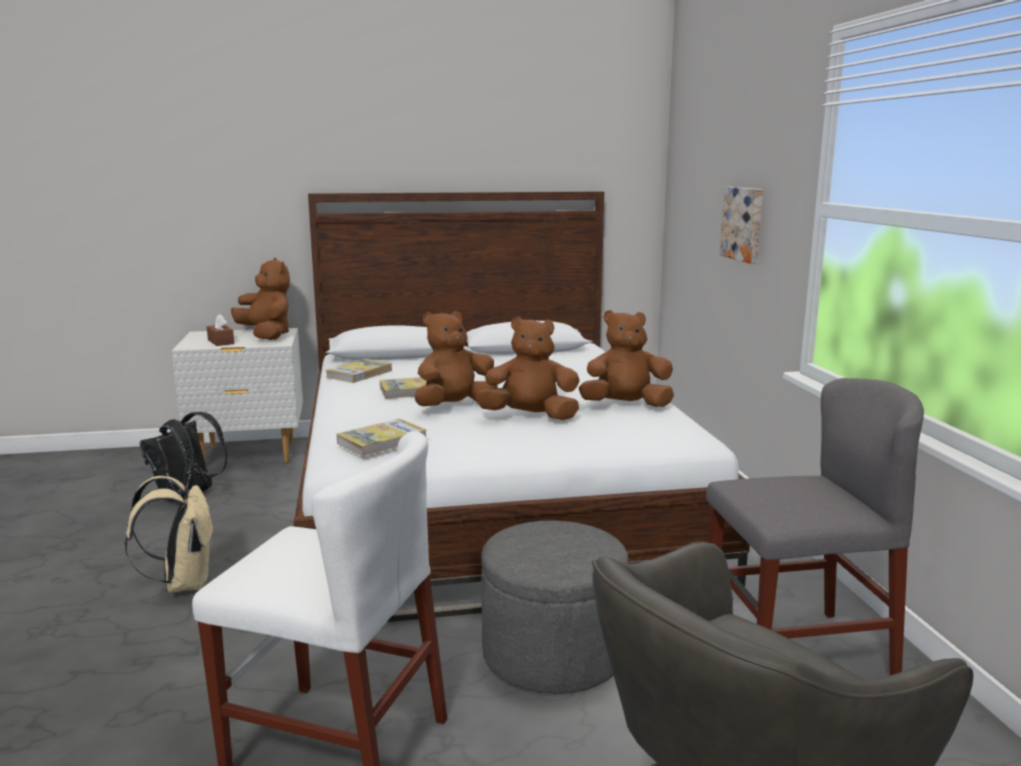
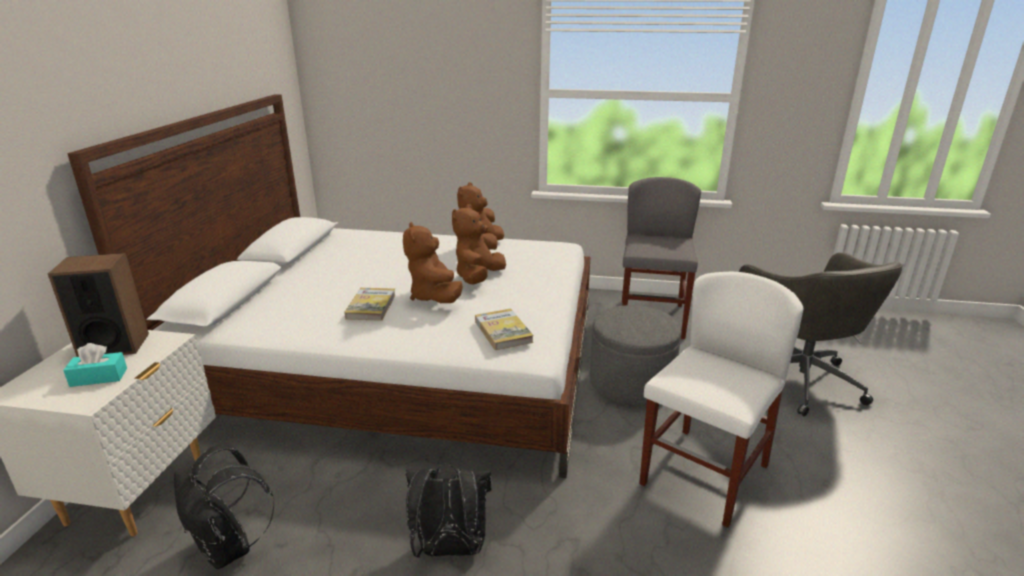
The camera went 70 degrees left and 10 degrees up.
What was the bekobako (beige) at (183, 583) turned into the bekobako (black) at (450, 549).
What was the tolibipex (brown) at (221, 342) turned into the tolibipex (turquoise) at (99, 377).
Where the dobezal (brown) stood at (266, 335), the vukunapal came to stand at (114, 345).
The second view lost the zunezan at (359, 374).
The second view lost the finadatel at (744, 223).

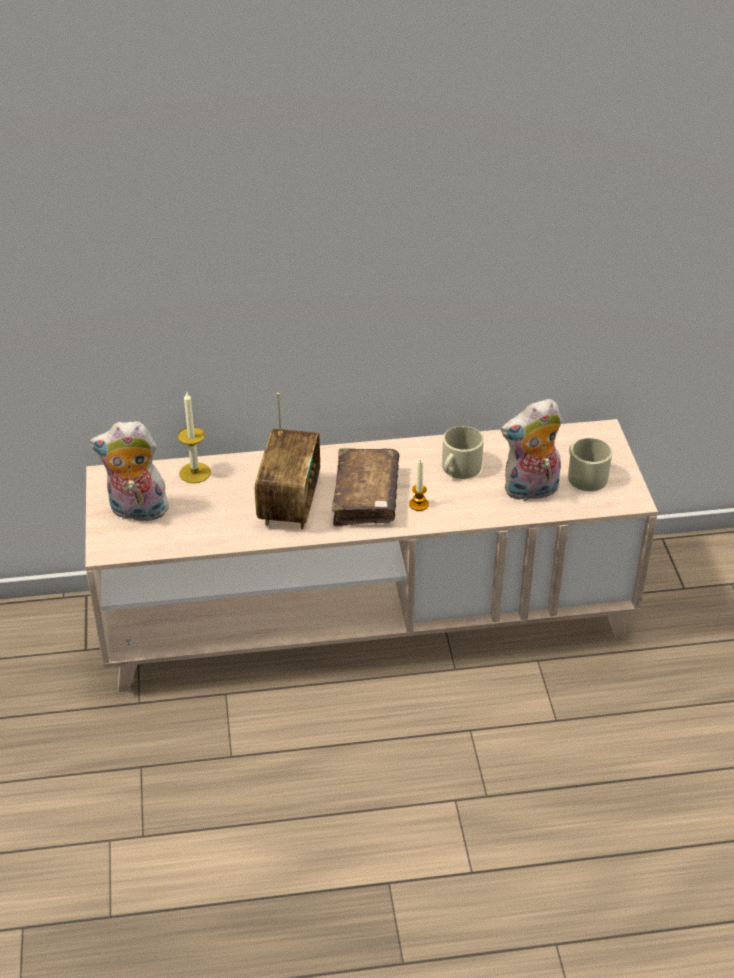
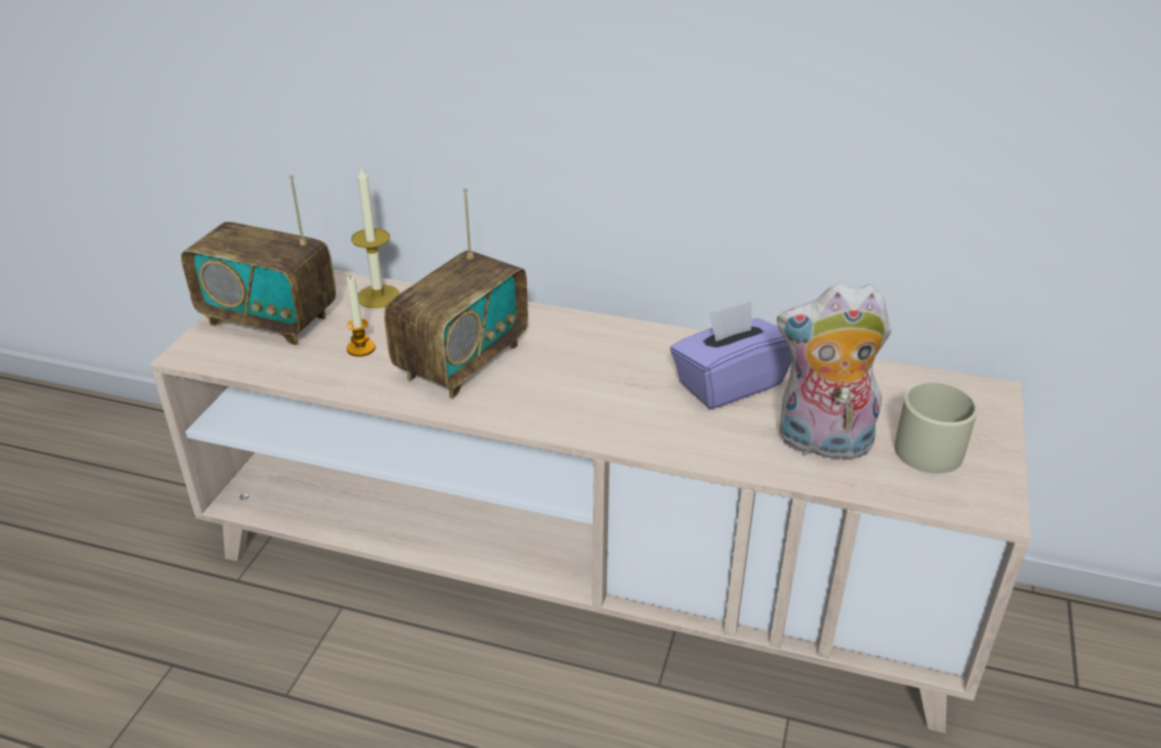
The camera went 25 degrees right and 5 degrees down.
Where the dobezal stood at (136, 512), the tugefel came to stand at (269, 320).
The second view lost the zunezan (brown) at (366, 497).
The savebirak ended up elsewhere, having gone from (418, 504) to (361, 348).
Where the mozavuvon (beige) stood at (458, 469), the tolibipex (purple) came to stand at (729, 384).

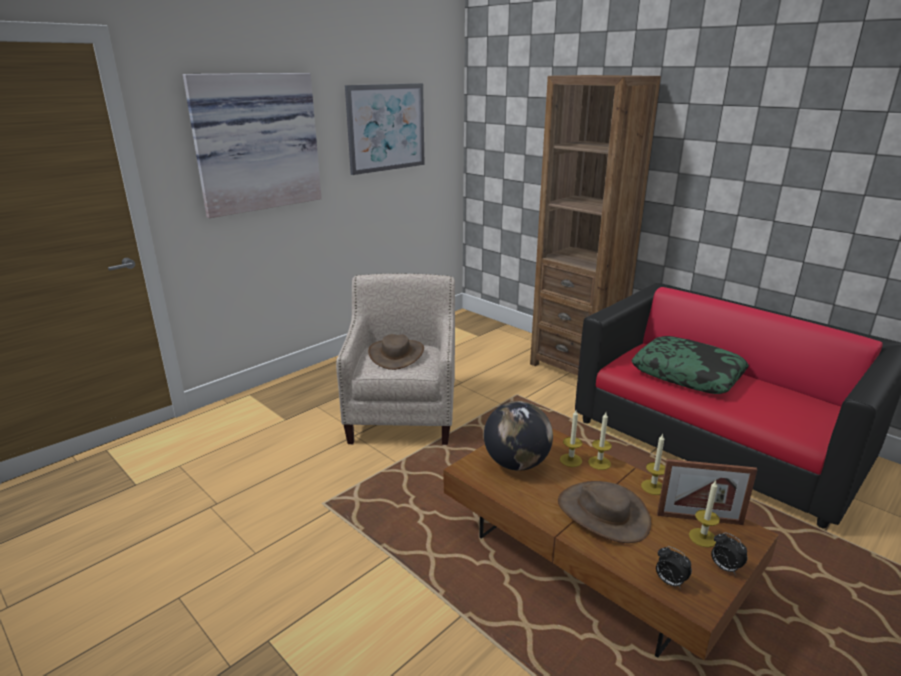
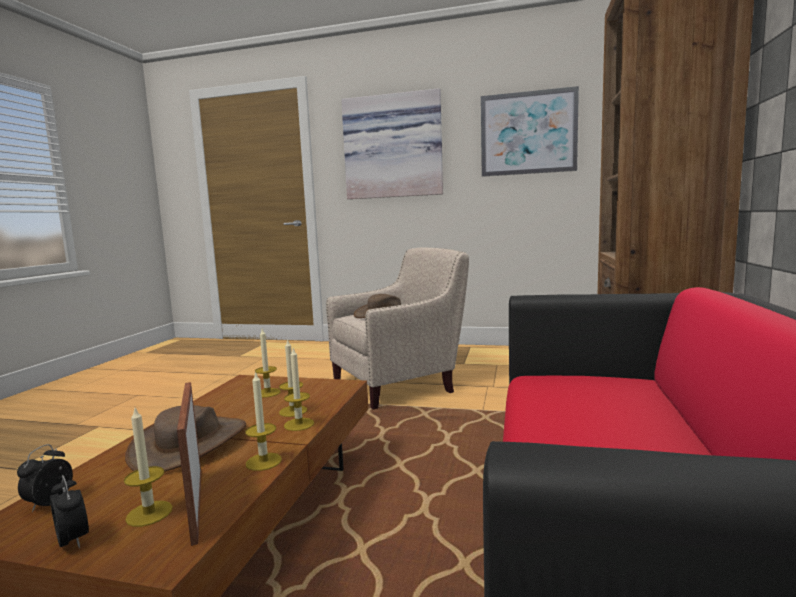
The camera went 60 degrees right and 15 degrees down.
Where the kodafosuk stood at (516, 463), the savebirak came to stand at (267, 393).
The second view lost the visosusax at (687, 374).
The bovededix at (724, 568) ended up facing another way, 120 degrees clockwise from before.

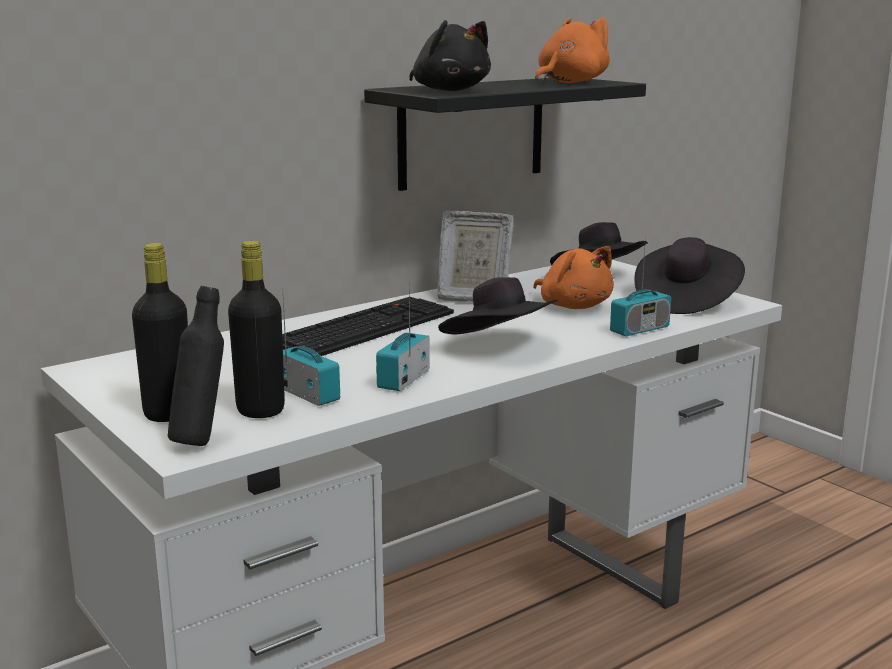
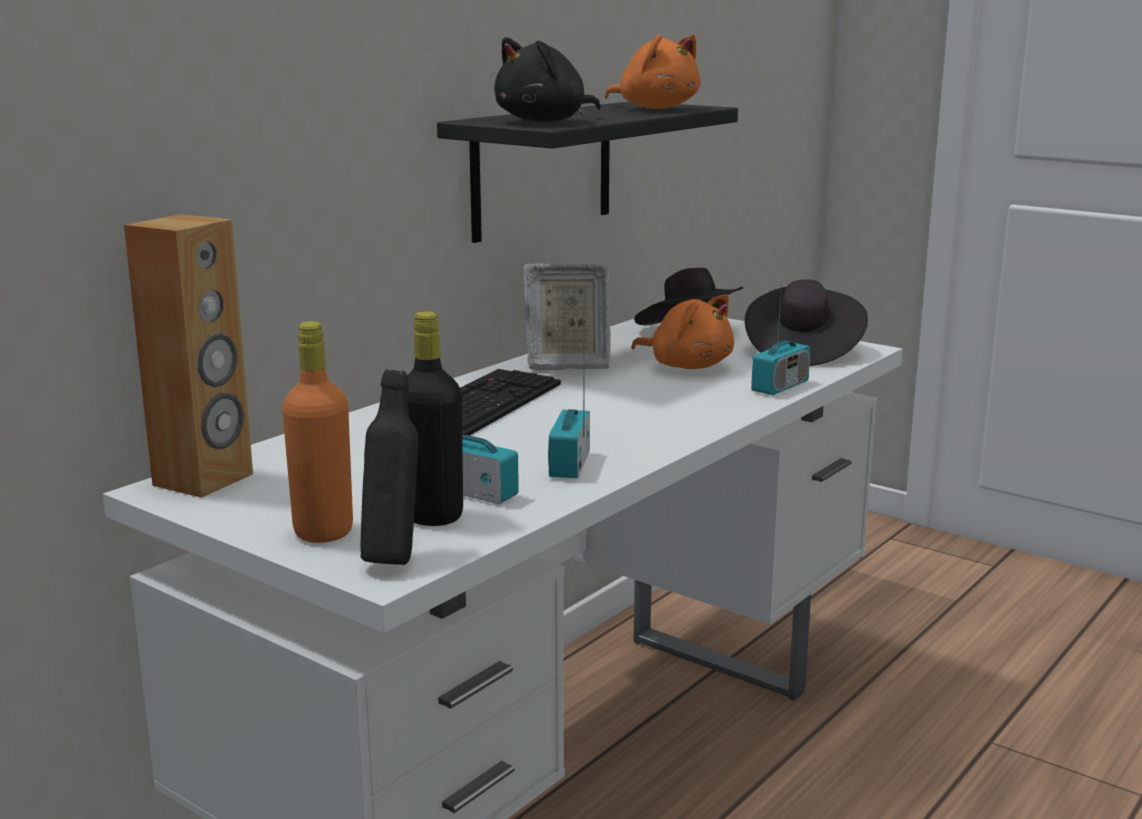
The camera went 15 degrees left and 0 degrees up.
What was the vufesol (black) at (168, 414) turned into the vufesol (orange) at (323, 532).
The dobezal (black) at (449, 90) ended up facing another way, 105 degrees clockwise from before.
The second view lost the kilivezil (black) at (499, 346).
The dobezal (orange) at (569, 82) ended up facing another way, 105 degrees clockwise from before.
The second view gained the vukunapal (brown) at (204, 480).

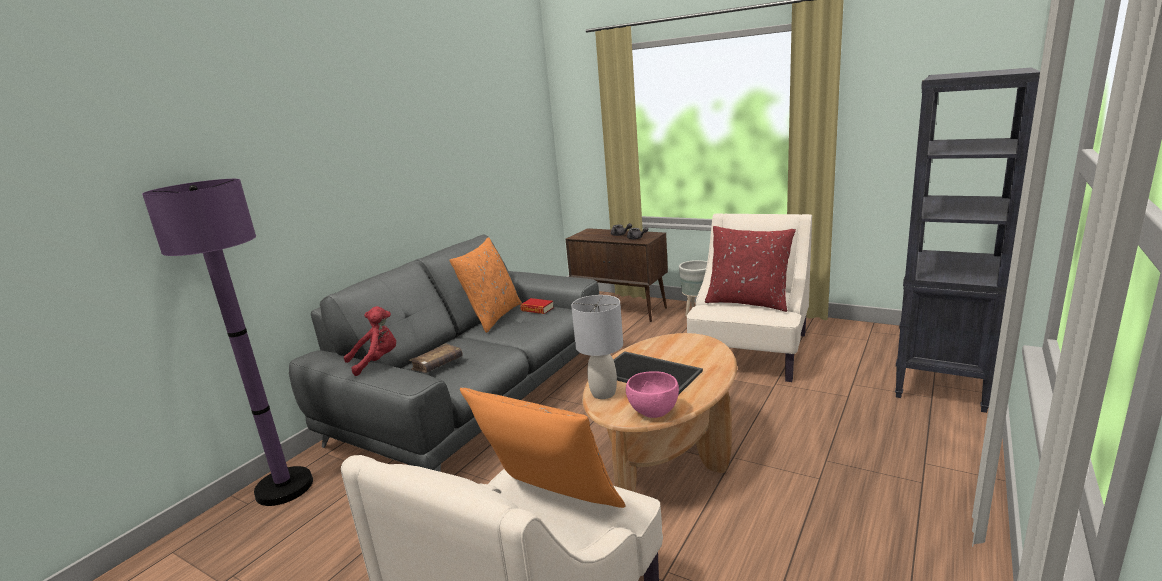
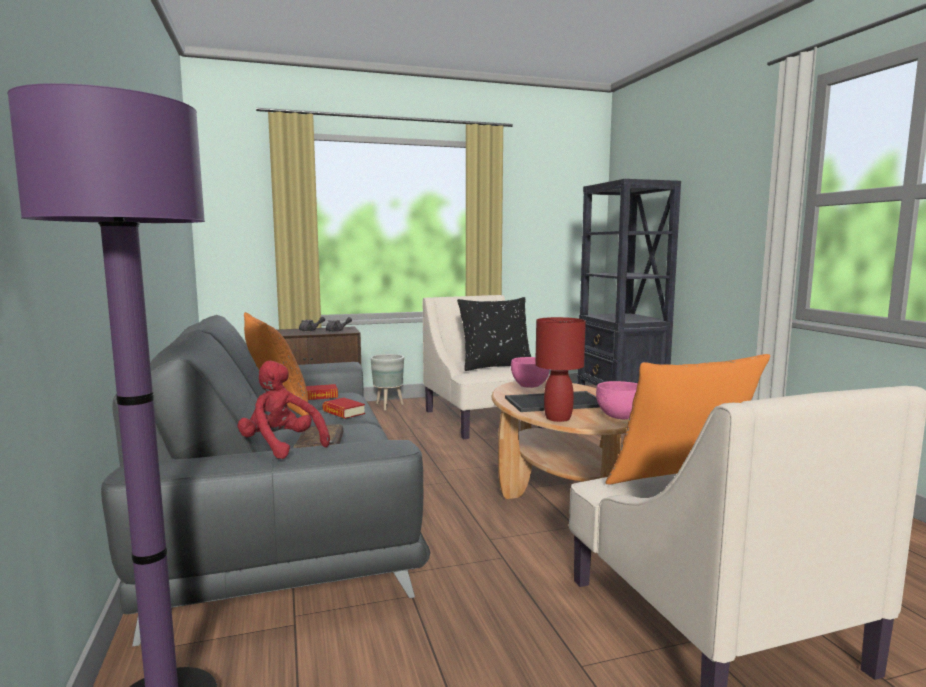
The camera went 50 degrees left and 10 degrees down.
The dobezal (red) at (376, 361) ended up facing another way, 60 degrees counterclockwise from before.
What was the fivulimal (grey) at (603, 393) turned into the fivulimal (red) at (558, 418).
What was the visosusax (red) at (748, 302) turned into the visosusax (black) at (495, 366).
The second view gained the zunezan at (343, 412).
The second view gained the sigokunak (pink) at (529, 386).

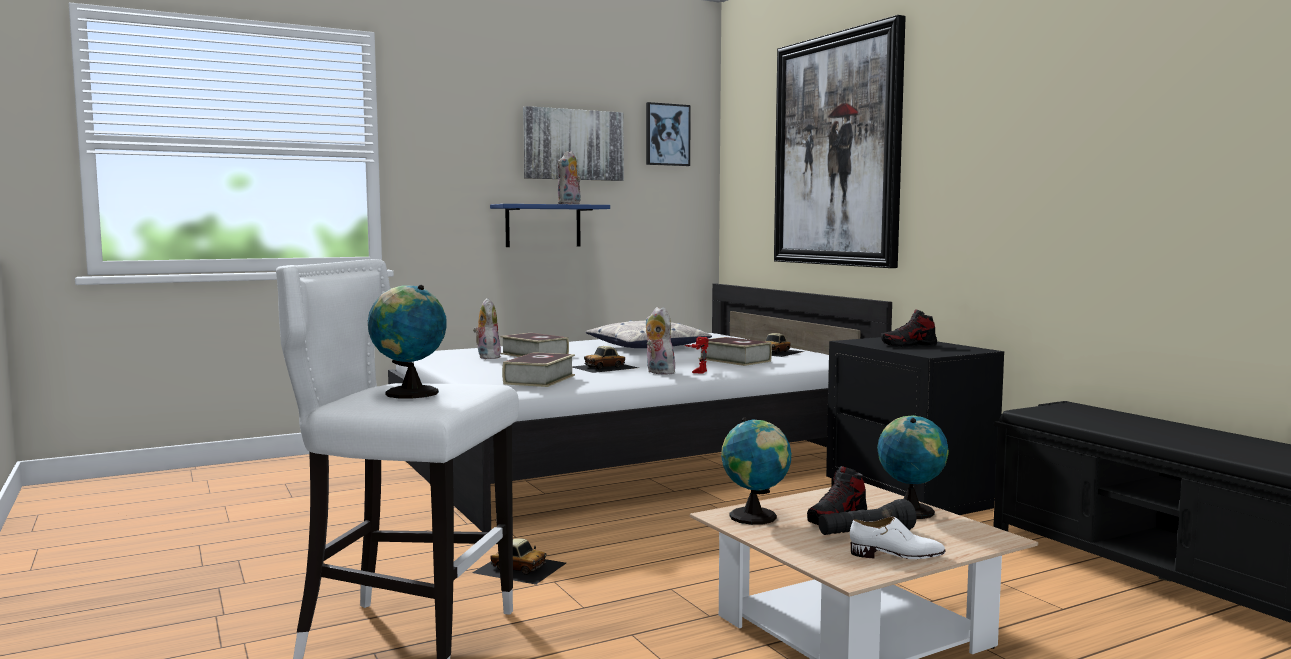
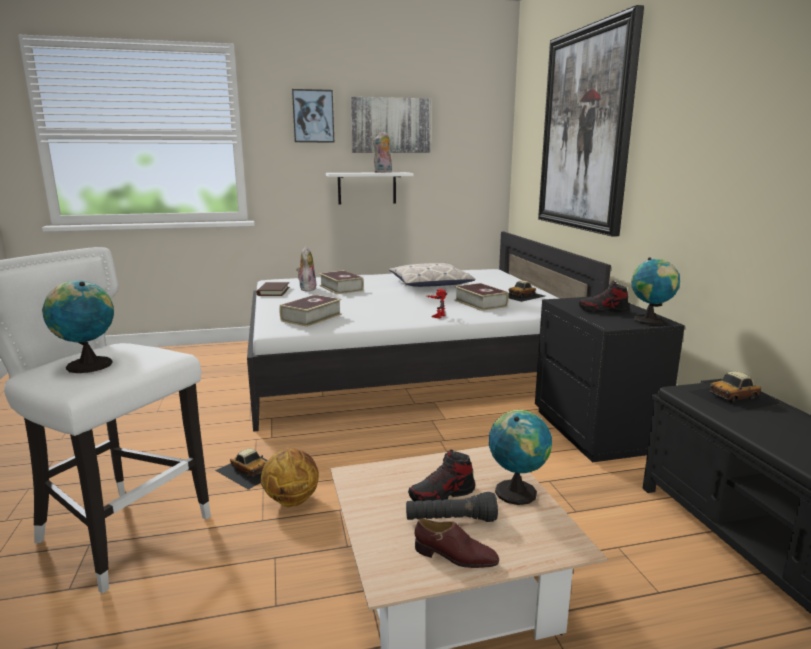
The camera went 15 degrees right and 10 degrees up.
What was the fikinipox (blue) at (543, 225) turned into the fikinipox (white) at (367, 188).
The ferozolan ended up elsewhere, having gone from (605, 367) to (734, 397).
The finadatel ended up elsewhere, having gone from (667, 134) to (313, 116).
The second view lost the dobezal at (658, 372).
The kodafosuk ended up elsewhere, having gone from (756, 517) to (650, 321).
What was the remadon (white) at (897, 555) turned into the remadon (brown) at (455, 557).
The second view gained the zunezan (brown) at (273, 291).
The second view gained the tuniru at (292, 500).

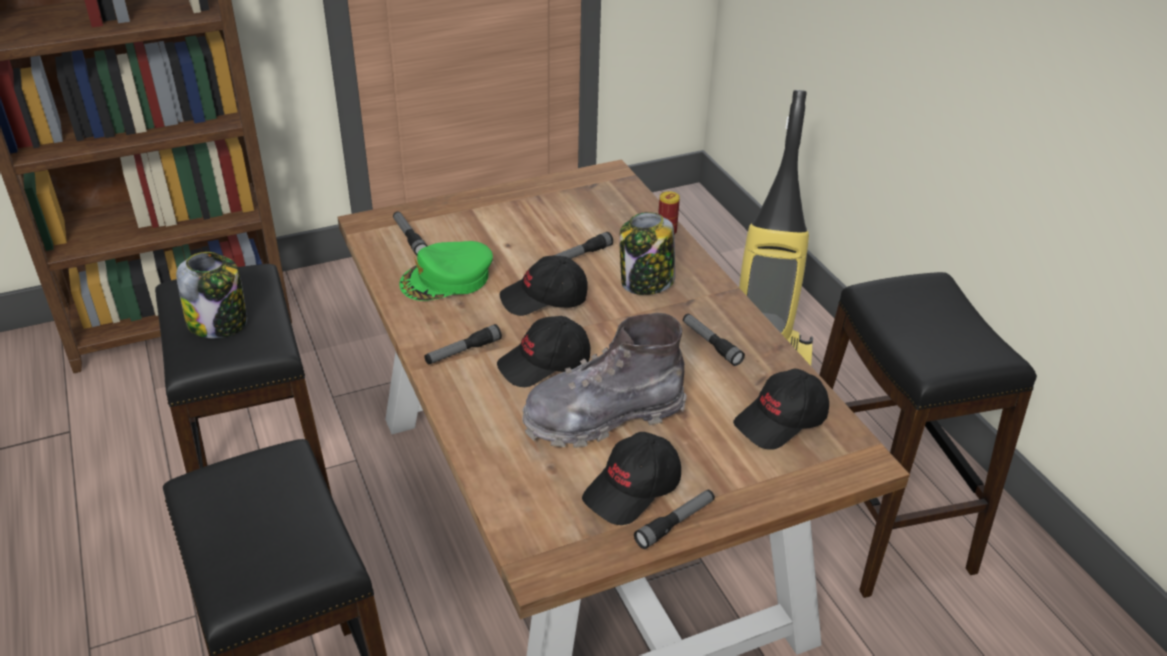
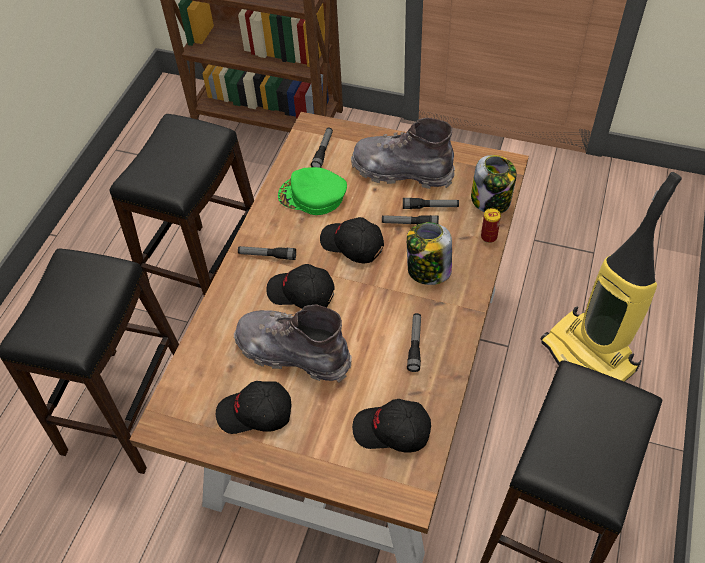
The camera went 45 degrees right and 15 degrees up.
The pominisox ended up elsewhere, having gone from (219, 323) to (491, 201).
The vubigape ended up elsewhere, having gone from (675, 523) to (430, 207).
The second view gained the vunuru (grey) at (402, 171).

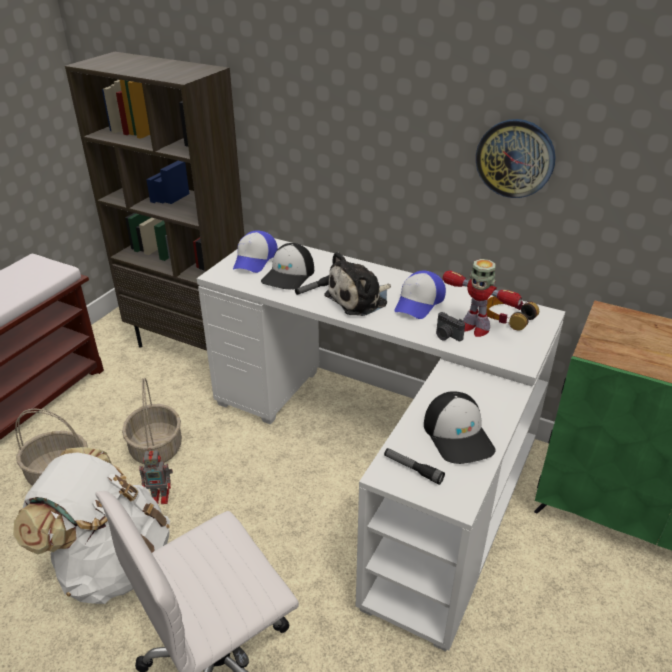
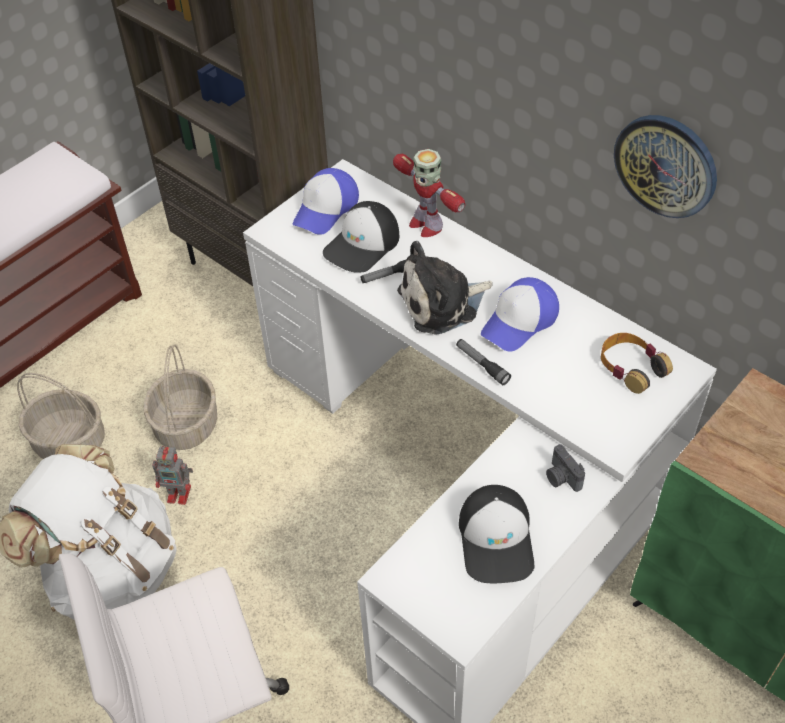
The camera went 15 degrees right and 15 degrees up.
The vubigape ended up elsewhere, having gone from (412, 469) to (482, 365).
The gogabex ended up elsewhere, having gone from (446, 336) to (561, 478).
The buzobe ended up elsewhere, having gone from (474, 328) to (426, 224).

